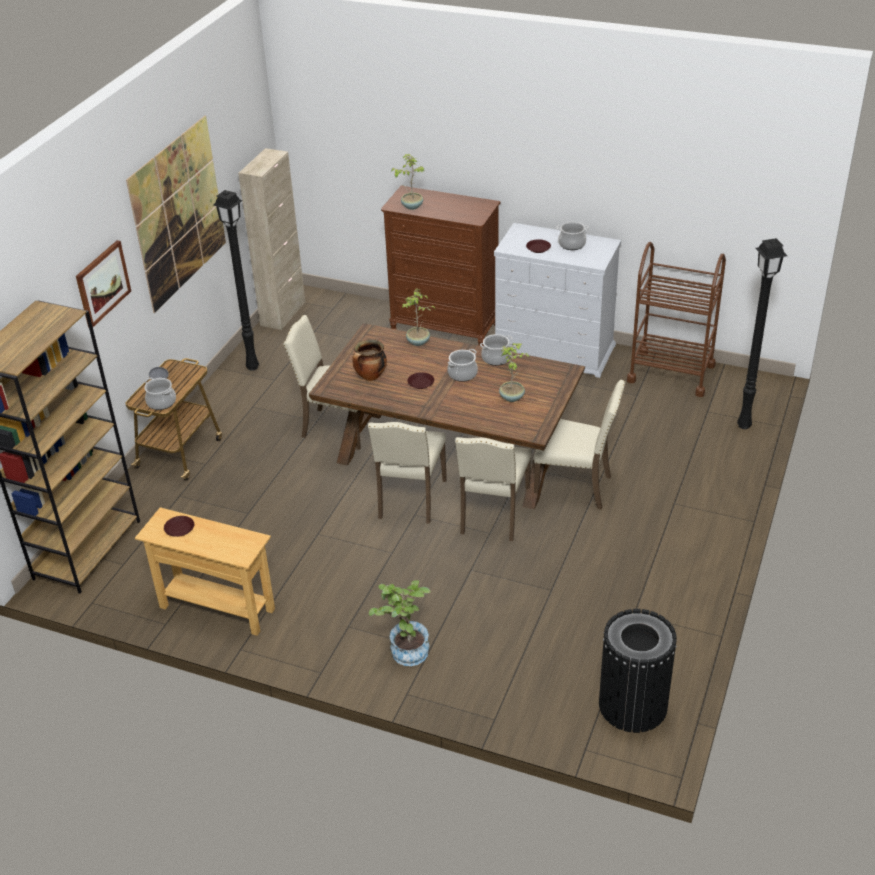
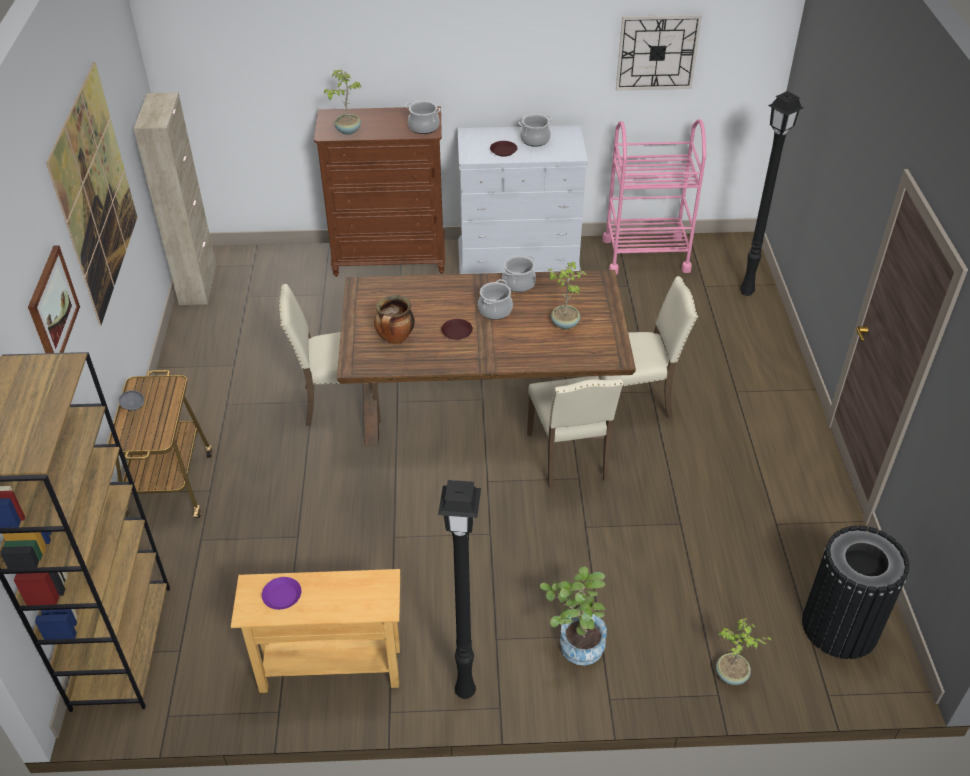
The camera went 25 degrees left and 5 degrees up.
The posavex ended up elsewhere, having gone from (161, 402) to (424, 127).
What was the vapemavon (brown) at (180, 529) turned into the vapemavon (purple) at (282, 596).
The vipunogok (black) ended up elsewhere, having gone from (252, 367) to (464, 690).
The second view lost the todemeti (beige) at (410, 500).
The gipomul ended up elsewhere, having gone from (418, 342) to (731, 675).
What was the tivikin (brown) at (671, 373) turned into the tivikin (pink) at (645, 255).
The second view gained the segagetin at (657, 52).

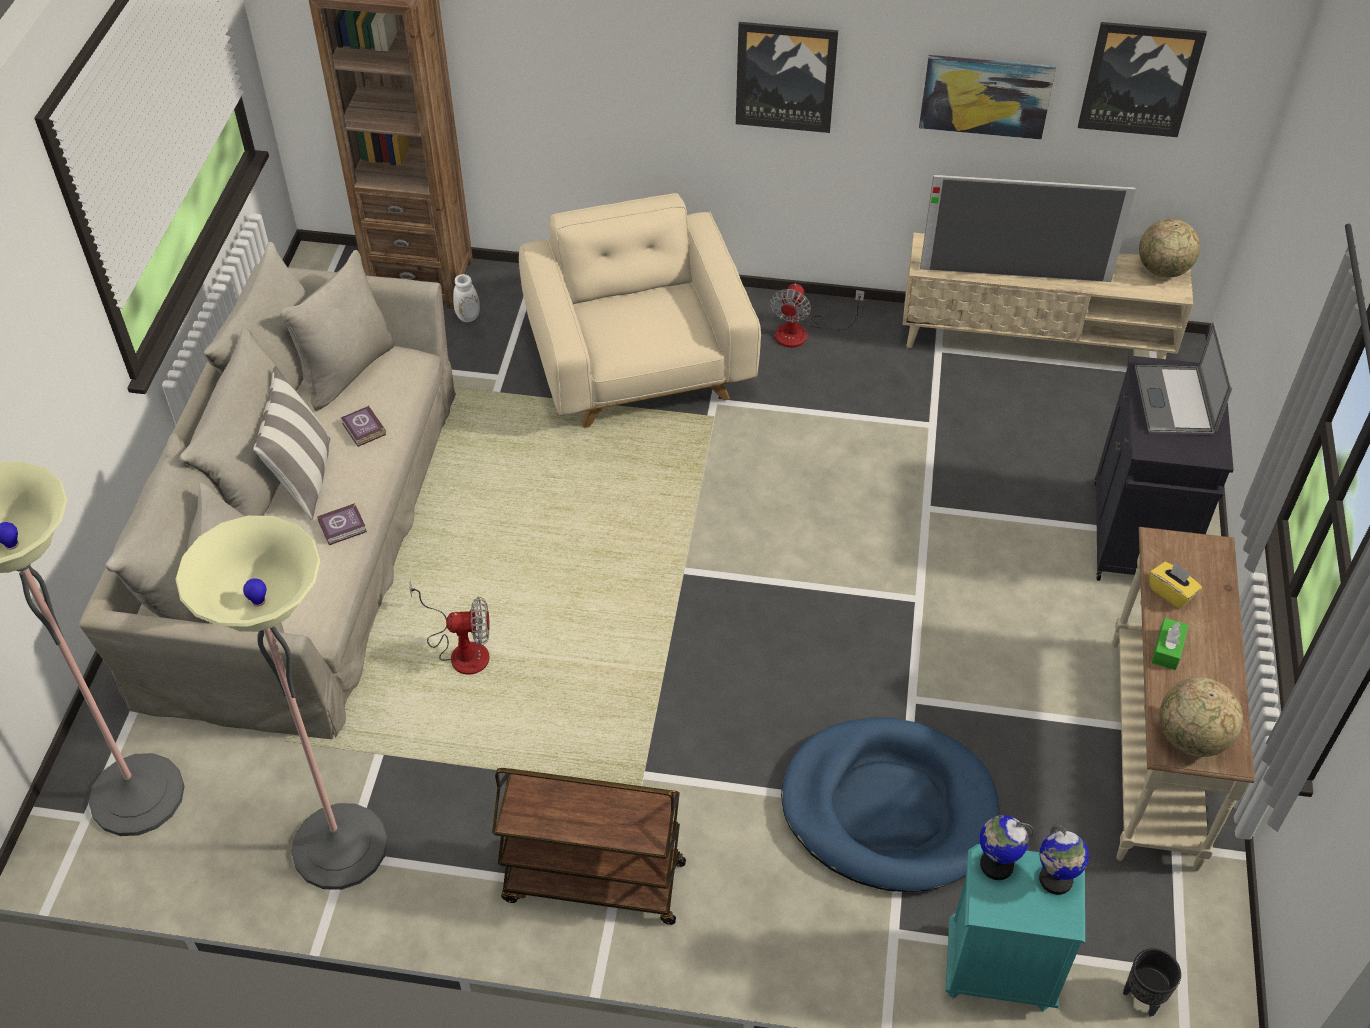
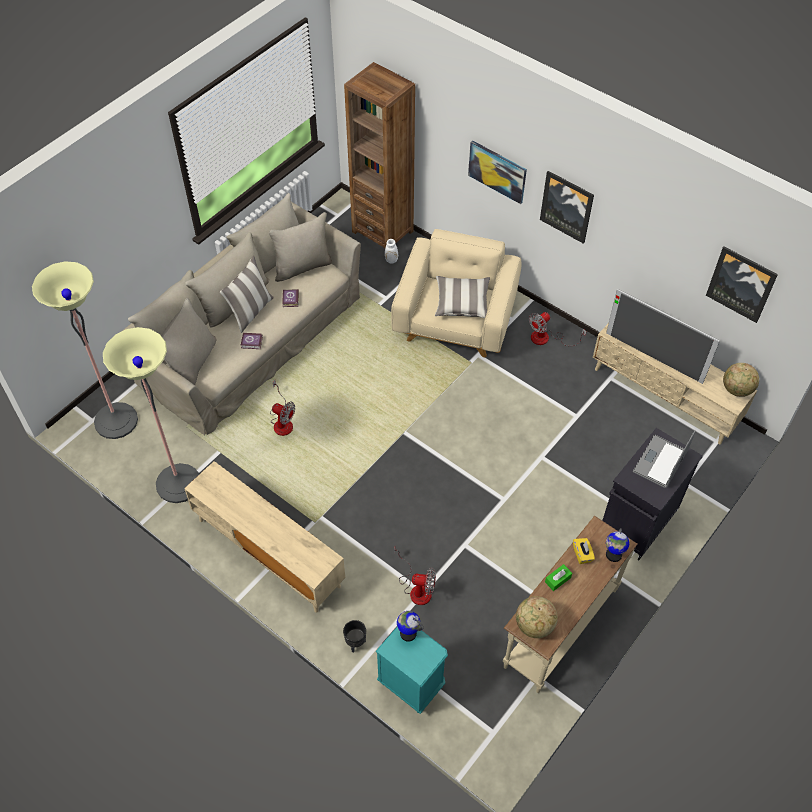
The camera went 30 degrees right and 5 degrees up.
Where the tivikin (brown) stood at (592, 882), the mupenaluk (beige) came to stand at (267, 552).
Where the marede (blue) stood at (888, 808), the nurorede came to stand at (416, 588).
The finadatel ended up elsewhere, having gone from (985, 95) to (497, 171).
The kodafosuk ended up elsewhere, having gone from (1055, 880) to (613, 554).
The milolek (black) ended up elsewhere, having gone from (1143, 998) to (355, 643).
The second view gained the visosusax at (462, 303).

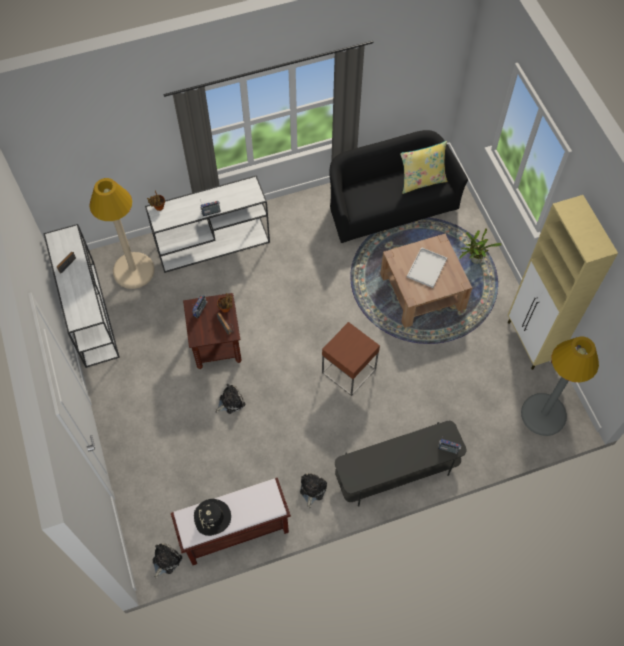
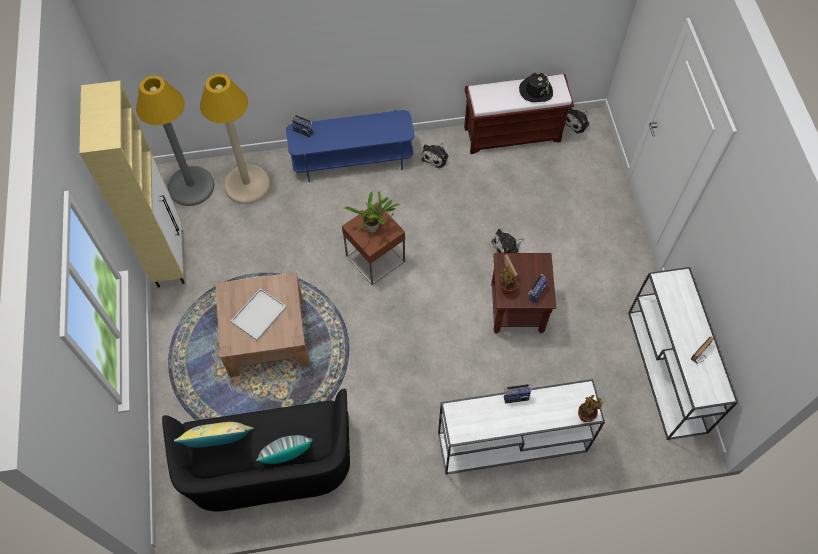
The camera went 170 degrees left and 0 degrees up.
The vipunogok (beige) ended up elsewhere, having gone from (133, 271) to (247, 184).
What was the mupenaluk (grey) at (396, 472) turned into the mupenaluk (blue) at (353, 159).
The gipomul ended up elsewhere, having gone from (474, 260) to (374, 228).
The second view gained the visosusax at (288, 455).

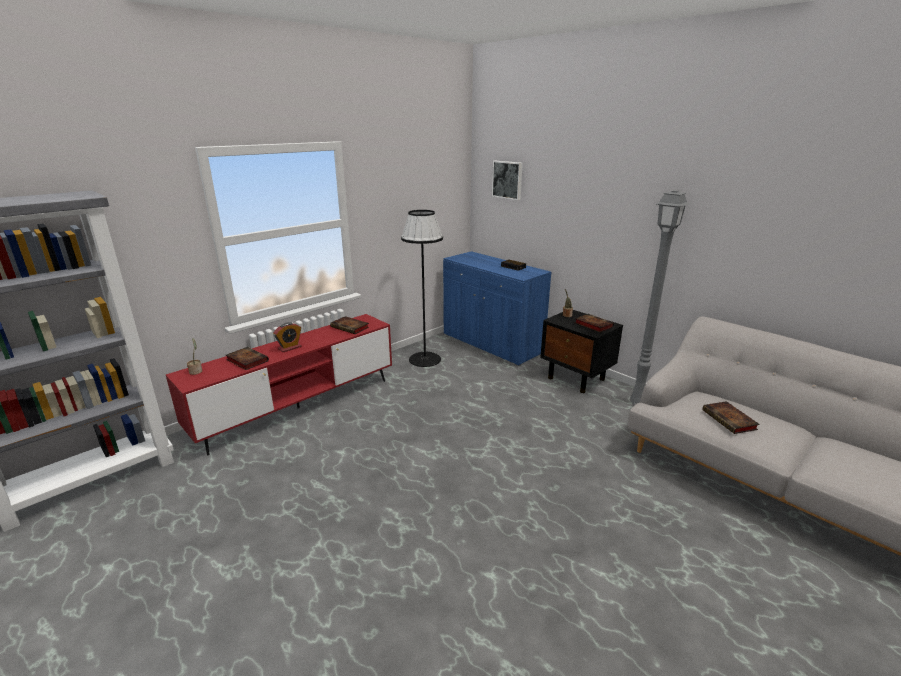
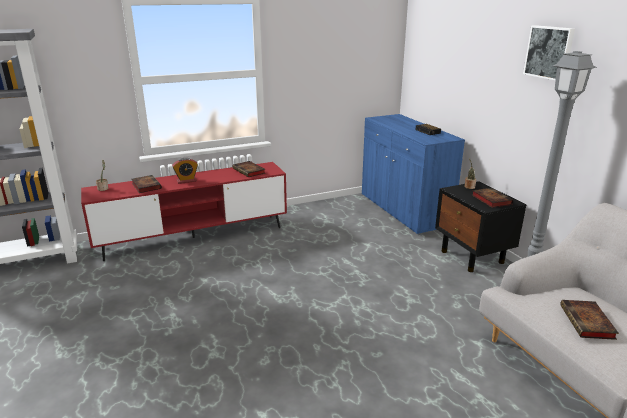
The camera went 20 degrees right and 0 degrees up.
The second view lost the vipunogok (black) at (425, 359).
The finadatel ended up elsewhere, having gone from (507, 180) to (549, 52).

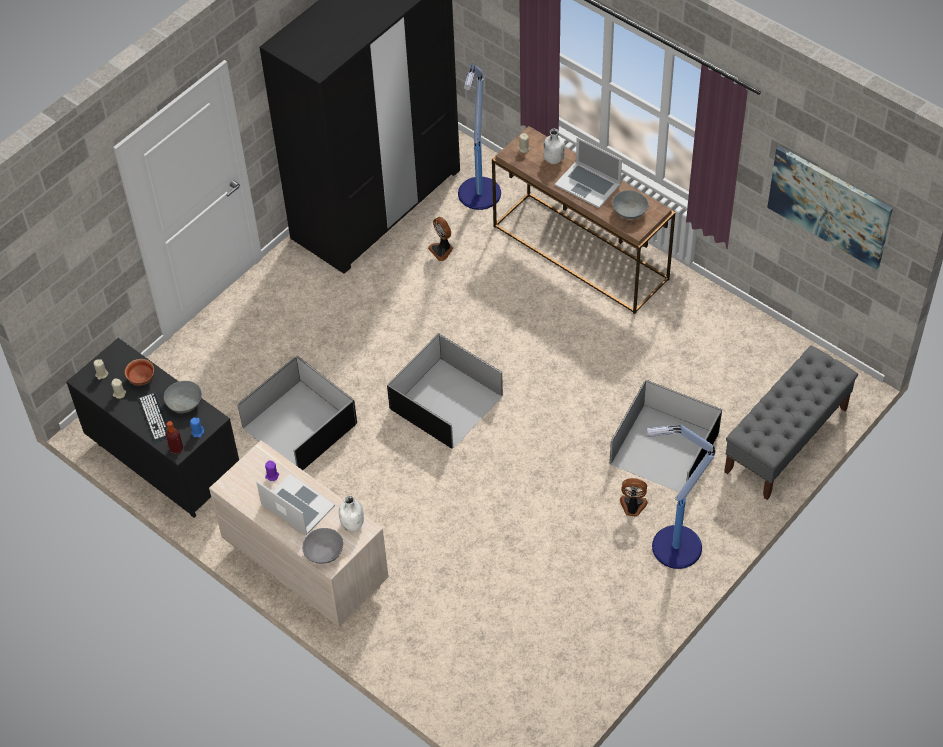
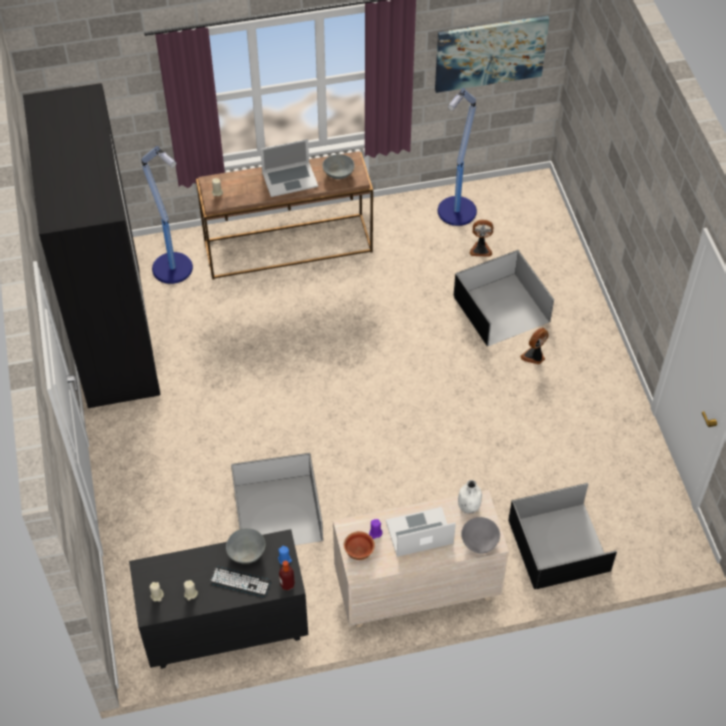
The camera went 55 degrees left and 0 degrees up.
The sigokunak ended up elsewhere, having gone from (142, 379) to (359, 551).
The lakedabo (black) ended up elsewhere, having gone from (445, 403) to (559, 546).
The nurorede ended up elsewhere, having gone from (442, 250) to (480, 249).
The second view lost the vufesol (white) at (553, 159).
The vipunogok ended up elsewhere, having gone from (674, 547) to (456, 212).
The second view lost the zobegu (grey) at (786, 440).

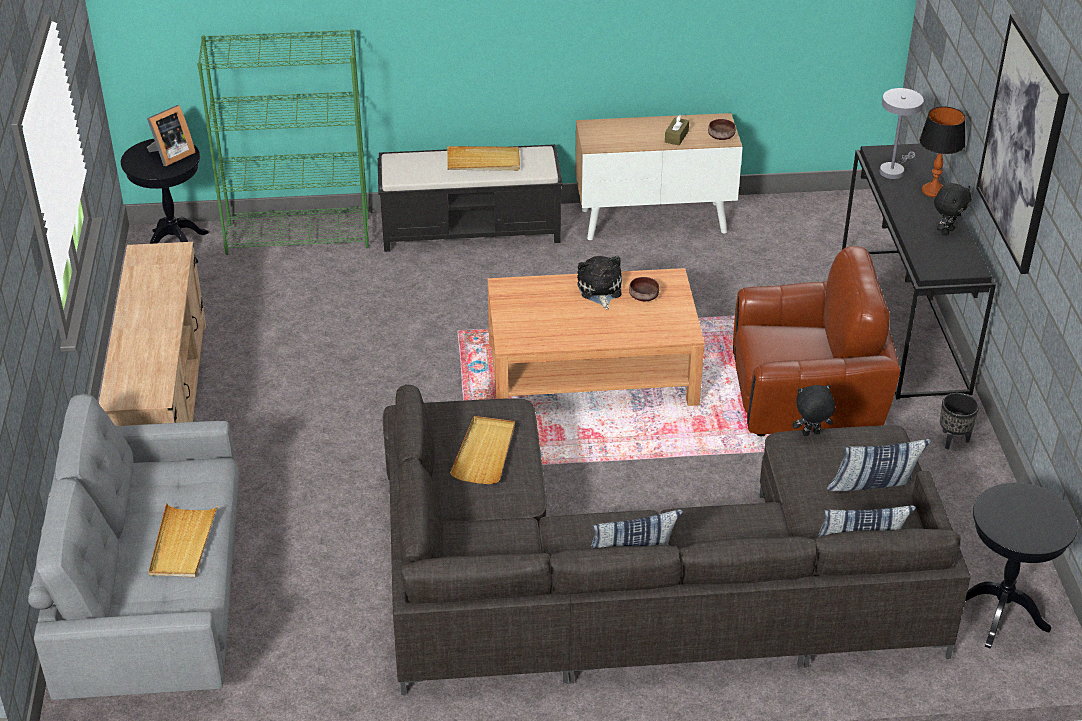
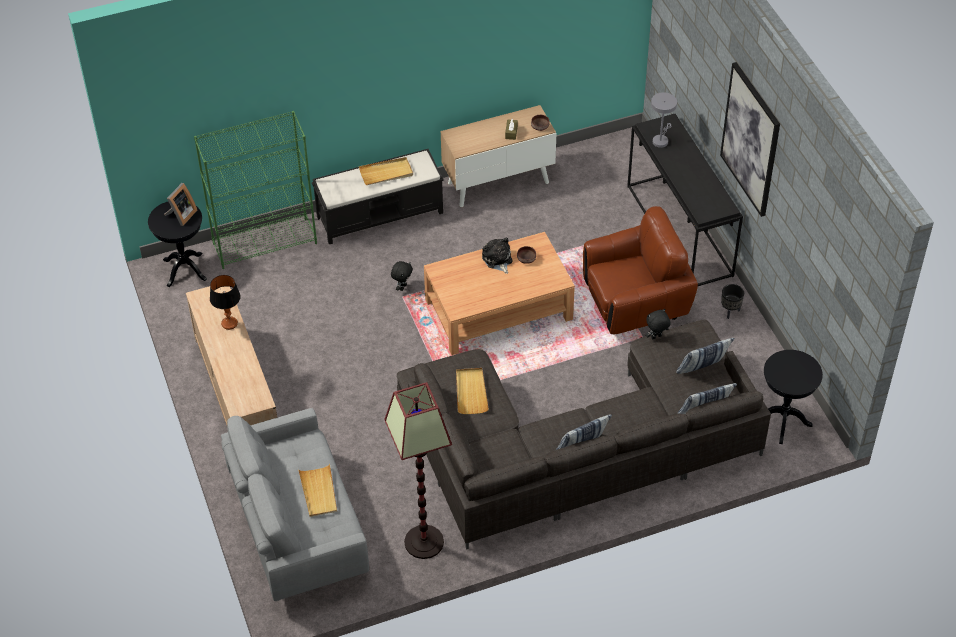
The camera went 15 degrees left and 10 degrees up.
The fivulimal ended up elsewhere, having gone from (933, 191) to (229, 323).
The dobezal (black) ended up elsewhere, having gone from (946, 231) to (402, 287).
The second view gained the vipunogok at (423, 542).

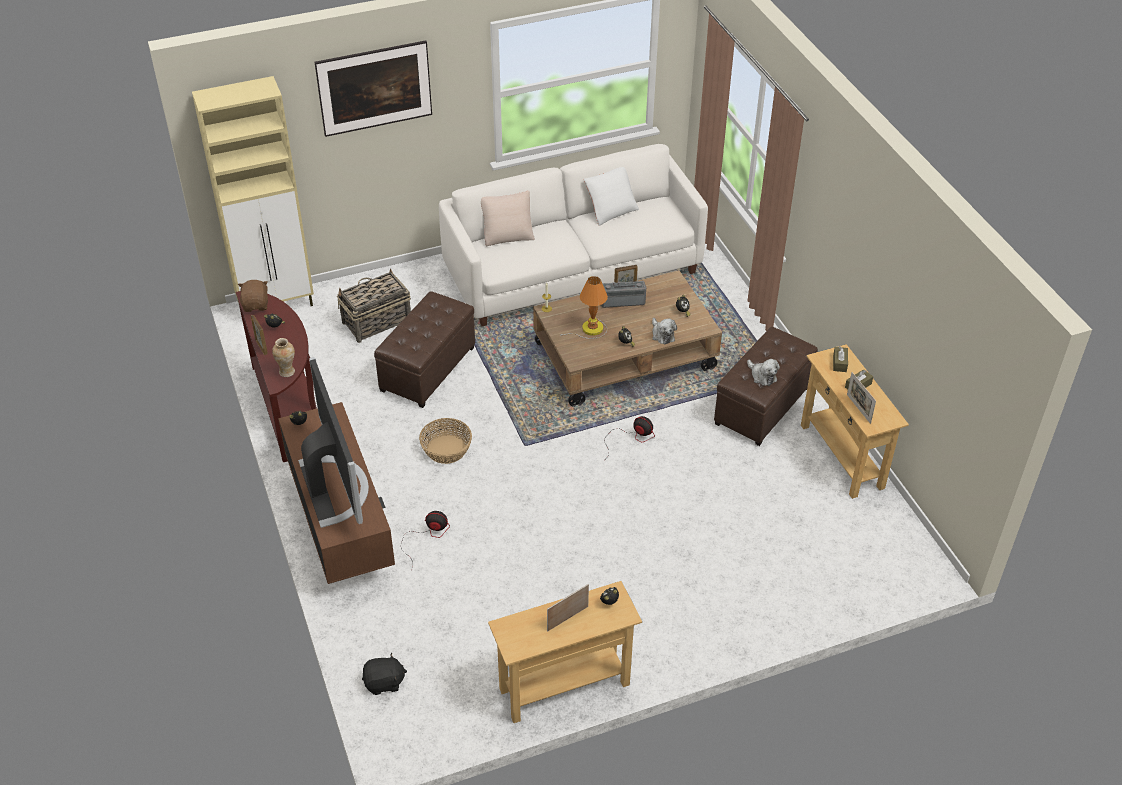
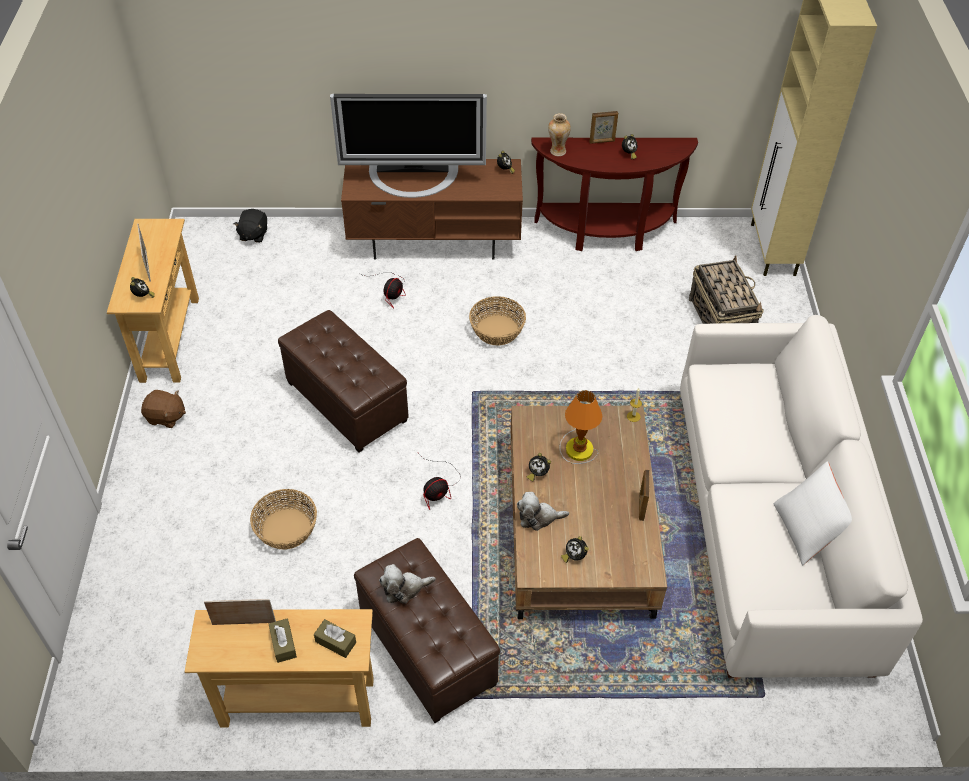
The camera went 110 degrees right and 5 degrees up.
The dobezal (brown) ended up elsewhere, having gone from (256, 305) to (166, 417).
The second view lost the finadatel at (376, 106).
The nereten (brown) ended up elsewhere, having gone from (428, 369) to (346, 402).
The second view lost the visosusax (beige) at (508, 234).
The second view lost the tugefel at (622, 300).
The second view gained the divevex at (286, 529).

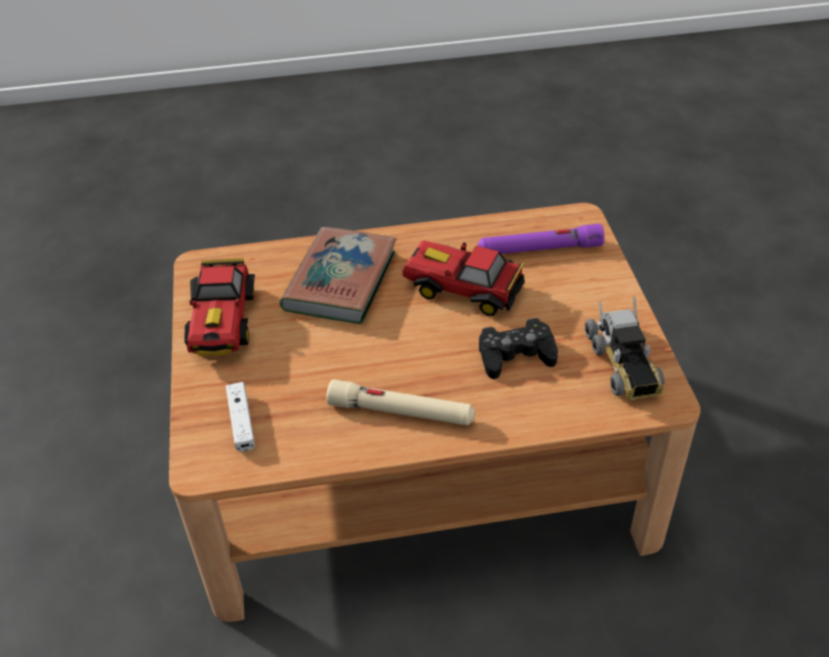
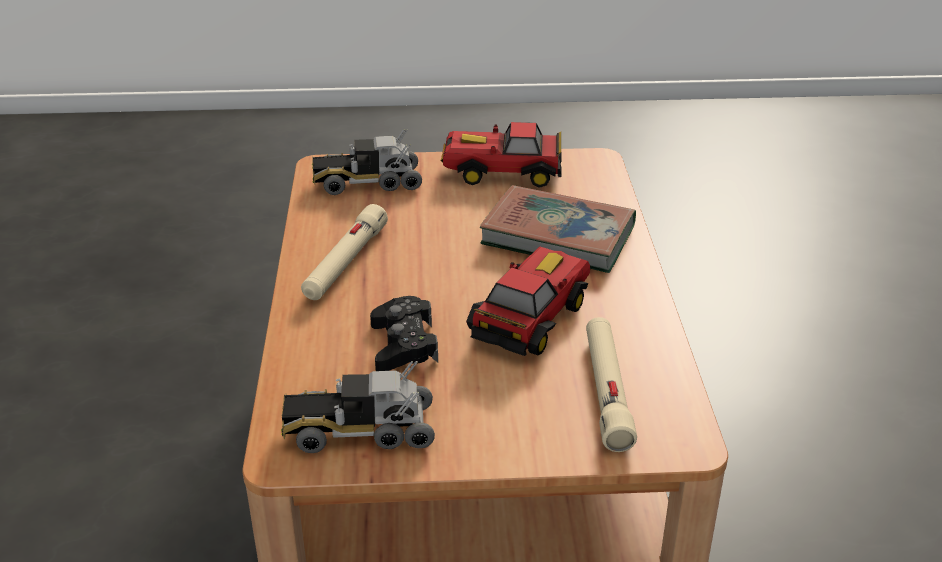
The camera went 95 degrees right and 10 degrees down.
Where the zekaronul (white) stood at (241, 422), the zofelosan came to stand at (367, 182).
What was the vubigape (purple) at (539, 249) turned into the vubigape (beige) at (606, 390).

